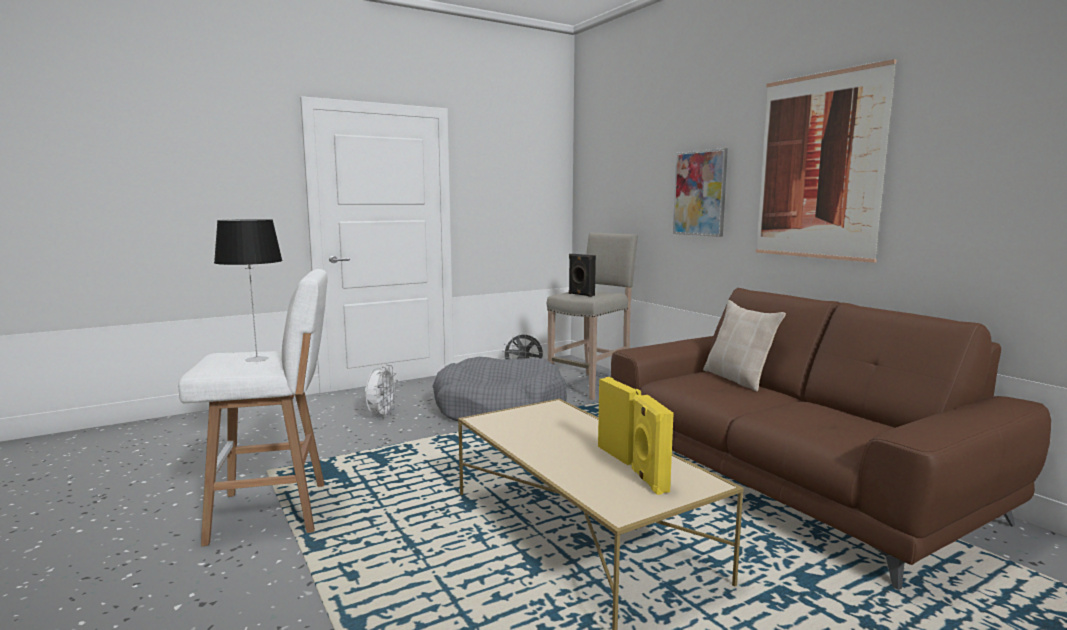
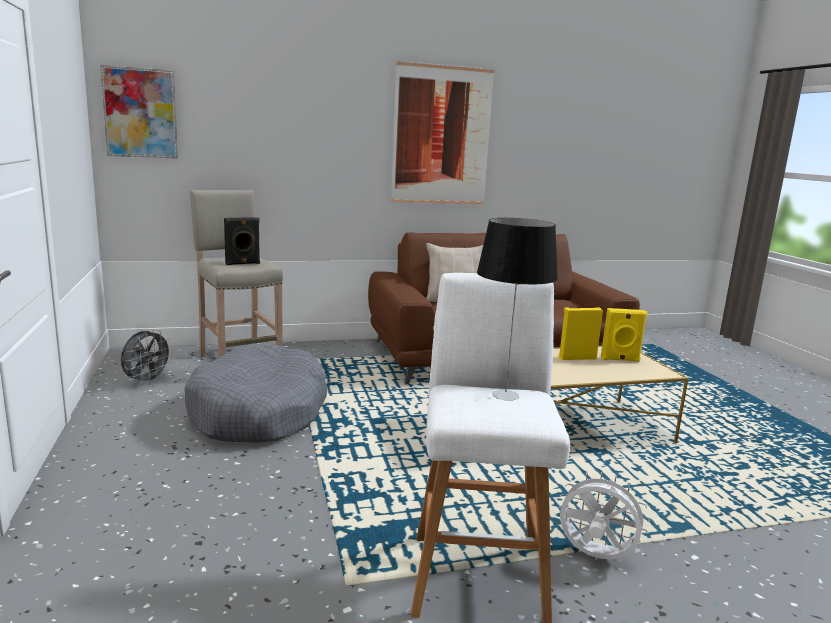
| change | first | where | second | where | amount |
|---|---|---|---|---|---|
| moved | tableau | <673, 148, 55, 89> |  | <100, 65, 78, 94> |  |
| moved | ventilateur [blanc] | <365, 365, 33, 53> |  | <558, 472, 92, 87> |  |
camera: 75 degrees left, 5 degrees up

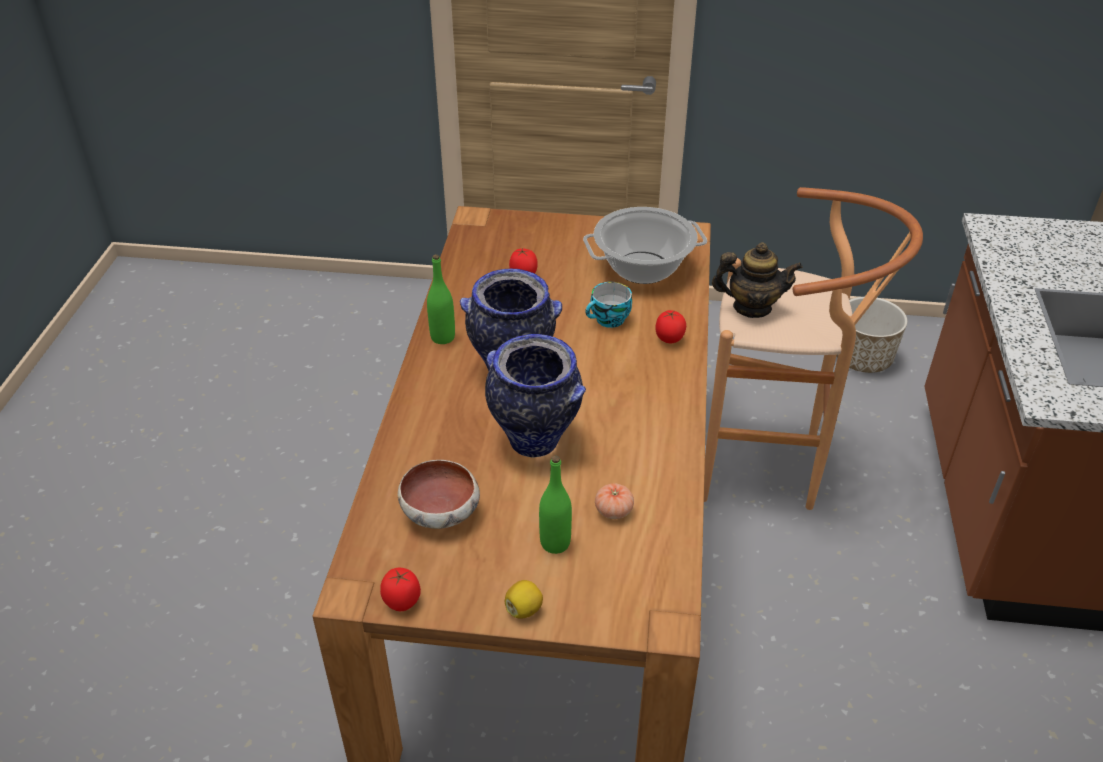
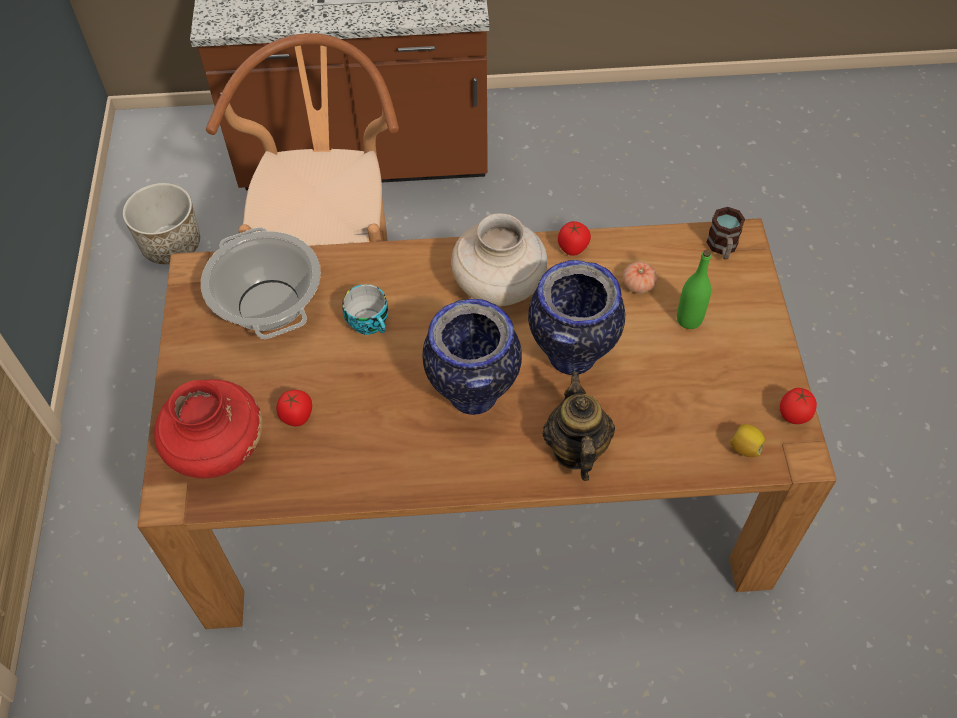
| change | first | where | second | where | amount |
|---|---|---|---|---|---|
| moved | théière | <712, 242, 91, 76> |  | <543, 372, 72, 109> |  |
| removed | bouteille [vert] | <427, 254, 28, 90> |  |  |  |
| moved | tomate | <655, 310, 31, 33> |  | <558, 221, 33, 35> |  |
| removed | bol | <398, 460, 82, 69> |  |  |  |
| moved | citron | <505, 580, 38, 38> |  | <730, 424, 35, 33> |  |
| added |  |  | mug | <706, 207, 39, 53> |  |
| added |  |  | vase [beige] | <451, 213, 96, 93> |  |
| added |  |  | vase [rouge] | <154, 379, 108, 99> |  |
camera: 100 degrees left, 15 degrees up

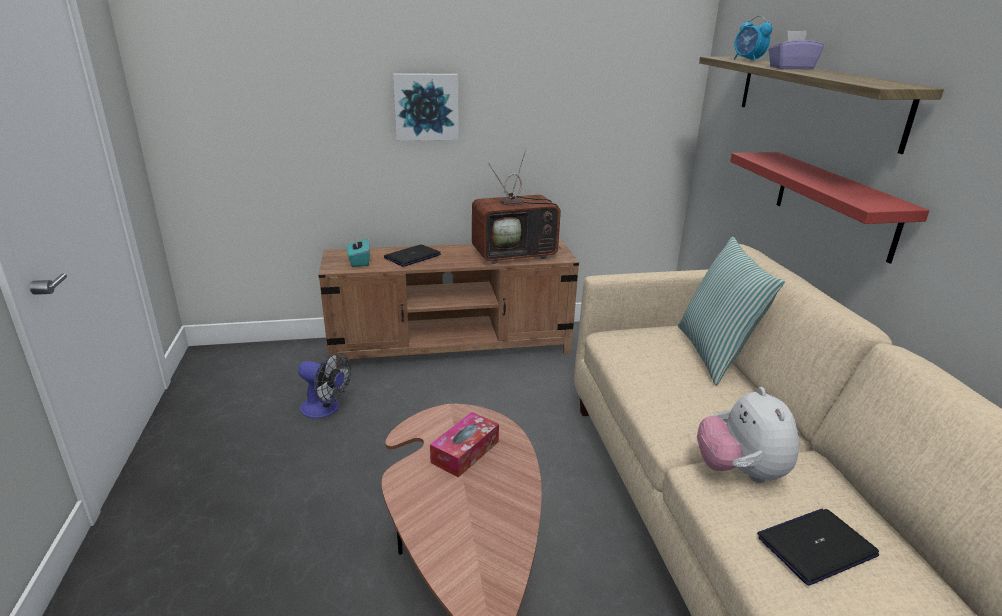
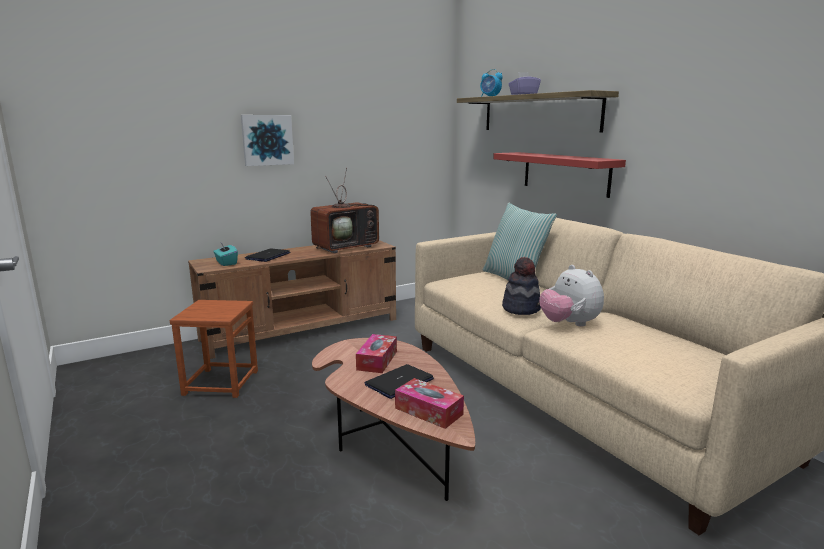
| change | first | where | second | where | amount |
|---|---|---|---|---|---|
| replaced | ventilateur | <298, 353, 53, 65> | tabouret [marron] | <169, 300, 89, 98> |  |
| moved | ordinateur portable | <757, 509, 122, 76> |  | <364, 364, 70, 35> |  |
| added |  |  | chapeau | <502, 257, 39, 58> |  |
| added |  |  | boîte à mouchoirs | <395, 378, 69, 51> |  |
camera: 20 degrees left, 10 degrees down

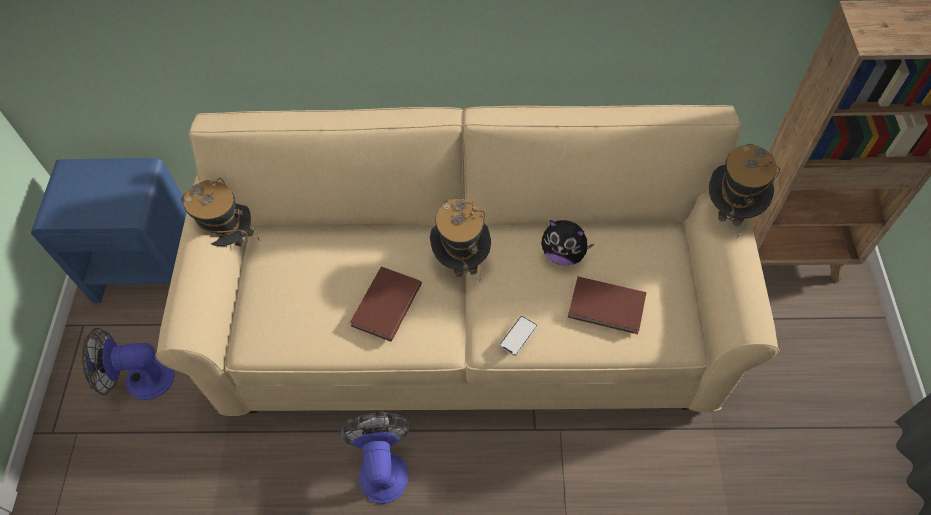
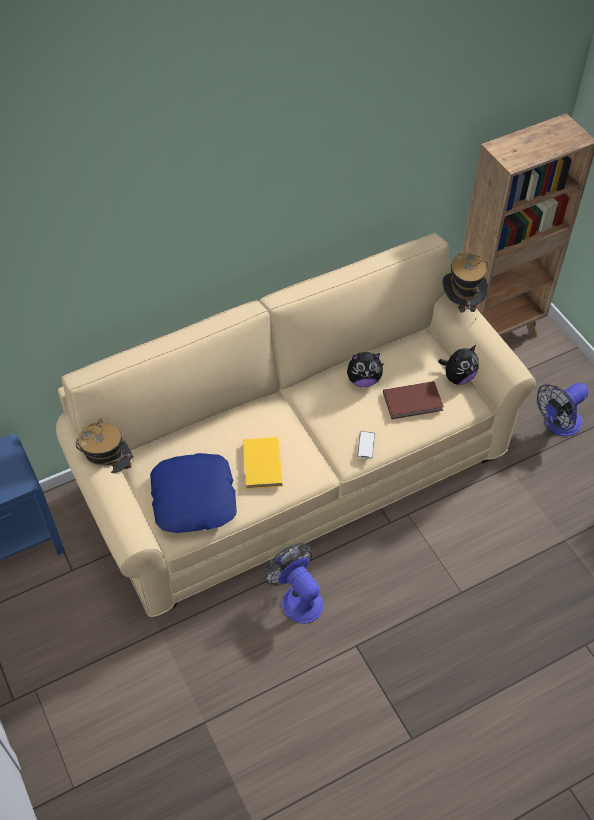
| change | first | where | second | where | amount |
|---|---|---|---|---|---|
| removed | chapeau | <430, 199, 61, 83> |  |  |  |
| recoloured | livre [marron] | <350, 267, 72, 75> | livre [jaune] | <243, 437, 40, 52> |  |
| moved | ventilateur | <82, 328, 93, 72> |  | <537, 383, 52, 53> |  |
| added |  |  | peluche | <438, 345, 41, 40> |  |
| added |  |  | coussin [bleu] | <150, 453, 87, 80> |  |
camera: 30 degrees left, 5 degrees down

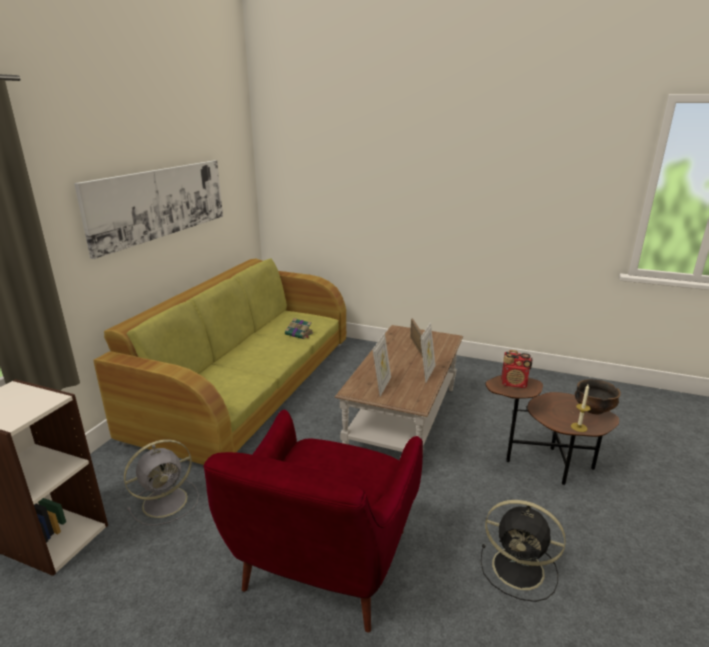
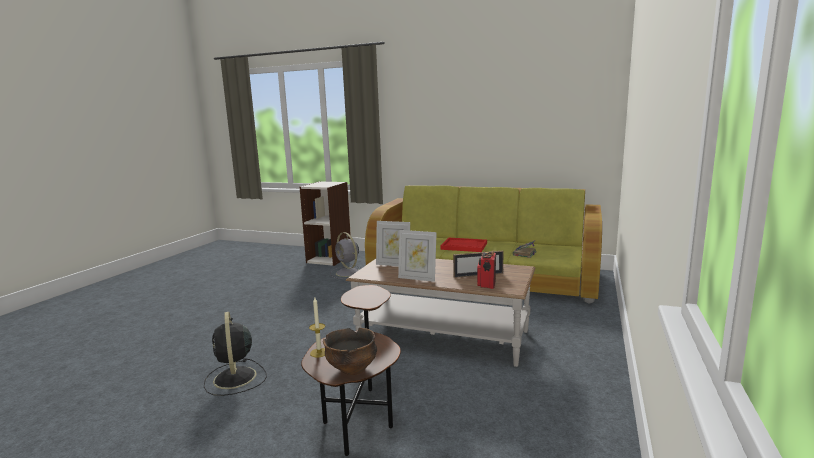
| change | first | where | second | where | amount |
|---|---|---|---|---|---|
| removed | tableau | <74, 160, 149, 99> |  |  |  |
| moved | radio | <501, 350, 32, 38> |  | <477, 251, 19, 38> |  |
| removed | fauteuil [rouge] | <204, 410, 219, 222> |  |  |  |
| turned | ventilateur [noir] | <481, 500, 85, 102> |  | <204, 312, 63, 84> | 45 degrees counterclockwise |
| added |  |  | plateau [rouge] | <440, 238, 47, 14> |  |
camera: 90 degrees right, 10 degrees down

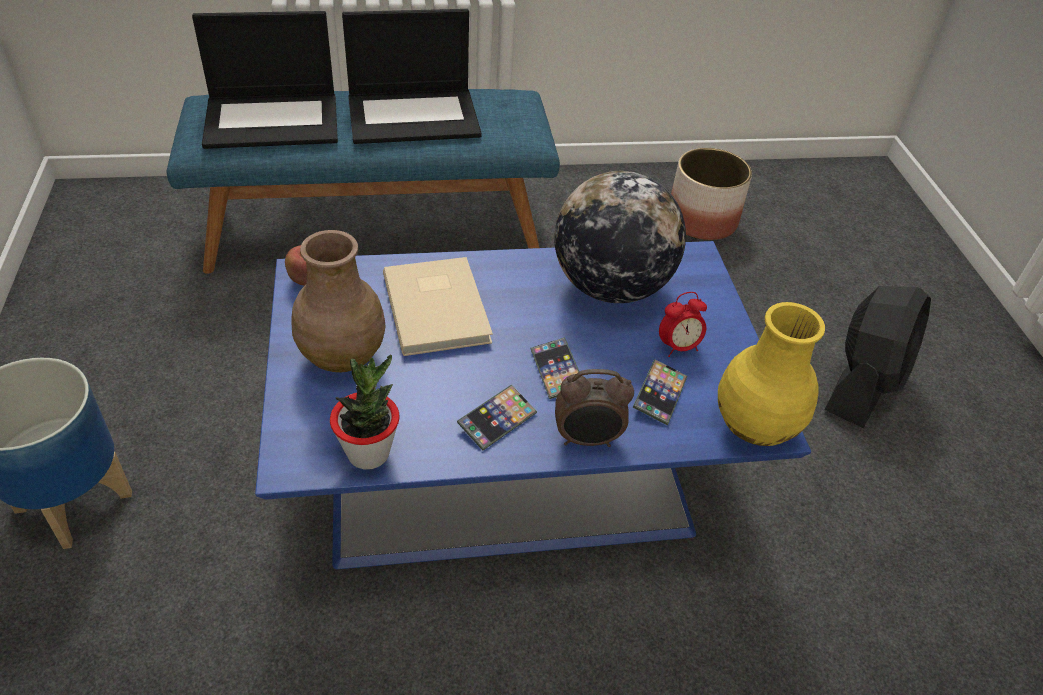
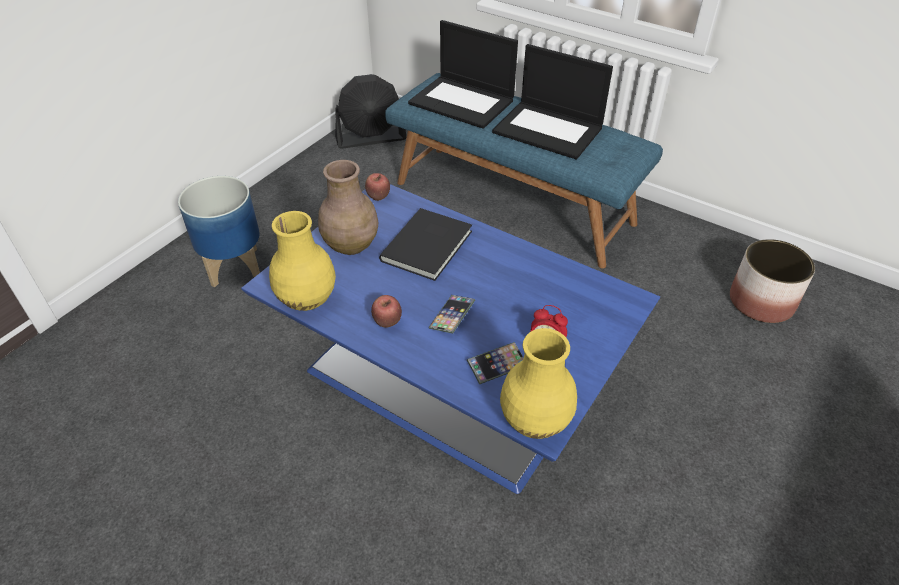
| change | first | where | second | where | amount |
|---|---|---|---|---|---|
| removed | globe | <554, 171, 132, 132> |  |  |  |
| recoloured | livre [beige] | <383, 257, 110, 99> | livre [noir] | <379, 208, 93, 73> |  |
| moved | ventilateur [noir] | <825, 286, 106, 142> |  | <335, 74, 72, 75> |  |
| replaced | plante en pot | <330, 355, 70, 115> | vase [jaune] | <269, 211, 67, 100> |  |
| removed | réveil | <555, 369, 79, 78> |  |  |  |
| replaced | téléphone | <457, 385, 80, 66> | pomme | <371, 295, 31, 32> |  |
camera: 45 degrees right, 0 degrees up

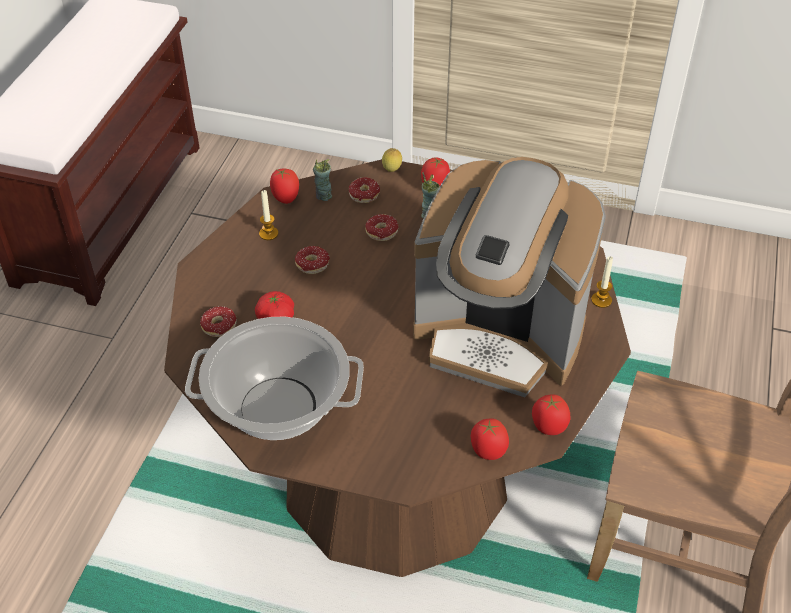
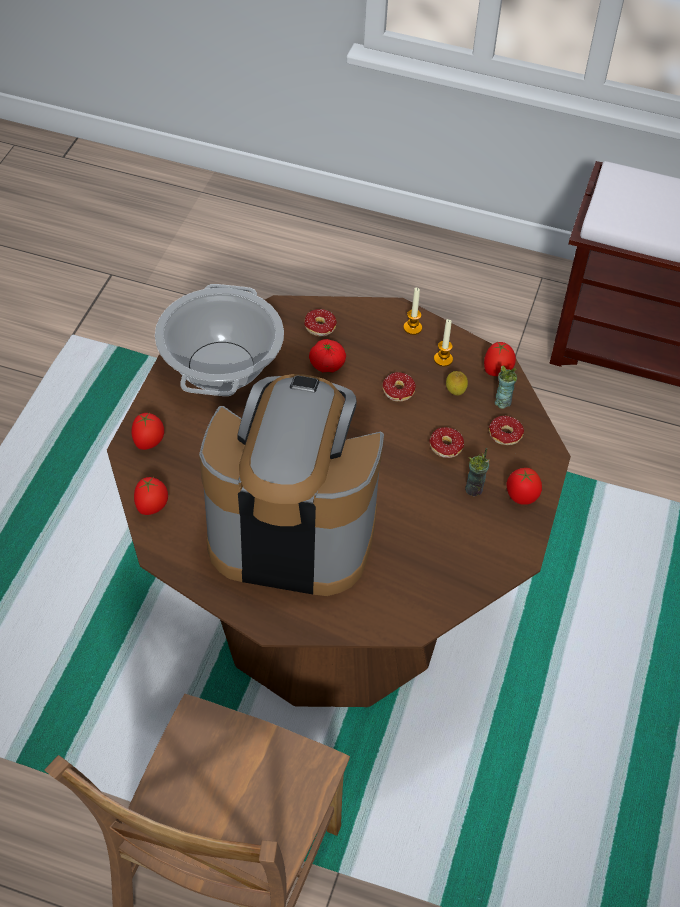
| change | first | where | second | where | amount |
|---|---|---|---|---|---|
| moved | citron | <382, 148, 20, 24> |  | <446, 371, 22, 25> |  |
| turned | machine à café | <413, 157, 193, 240> |  | <199, 374, 185, 222> | 75 degrees clockwise |
| moved | bougie | <591, 256, 22, 52> |  | <403, 288, 19, 47> |  |
| moved | tomate | <532, 394, 38, 41> |  | <132, 413, 32, 37> |  |
camera: 90 degrees right, 5 degrees up

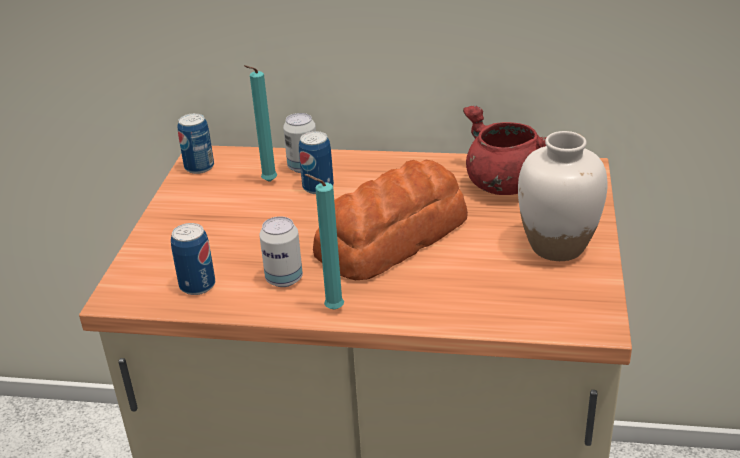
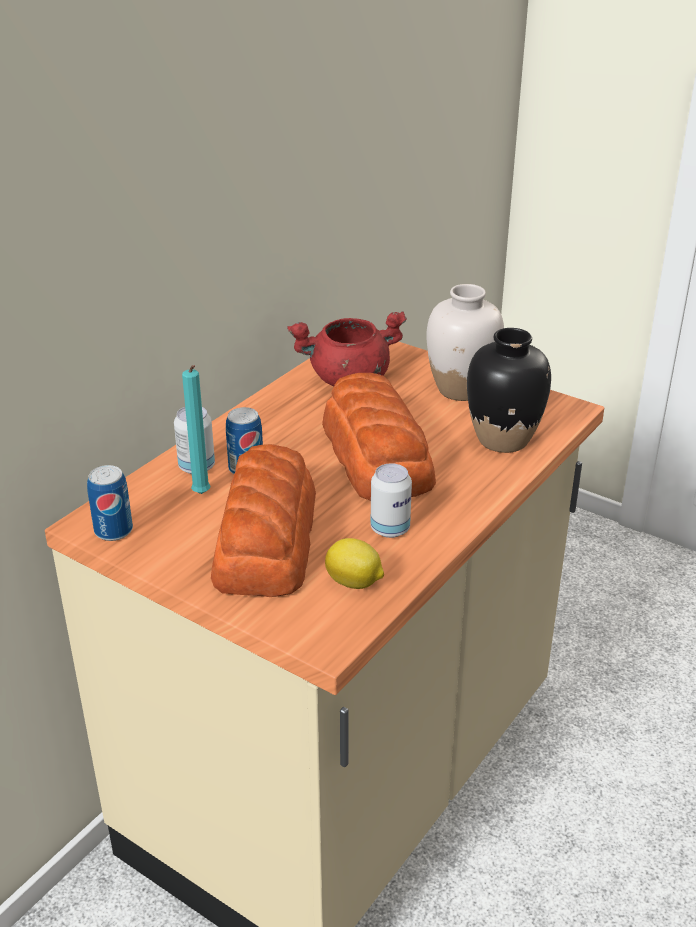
| change | first | where | second | where | amount |
|---|---|---|---|---|---|
| removed | bougie [turquoise] | <305, 174, 39, 136> |  |  |  |
| replaced | boîte métallique | <171, 223, 44, 72> | citron | <325, 538, 59, 51> |  |
| added |  |  | vase [noir] | <467, 328, 84, 125> |  |
| added |  |  | pain | <211, 444, 105, 153> |  |
camera: 65 degrees left, 0 degrees up

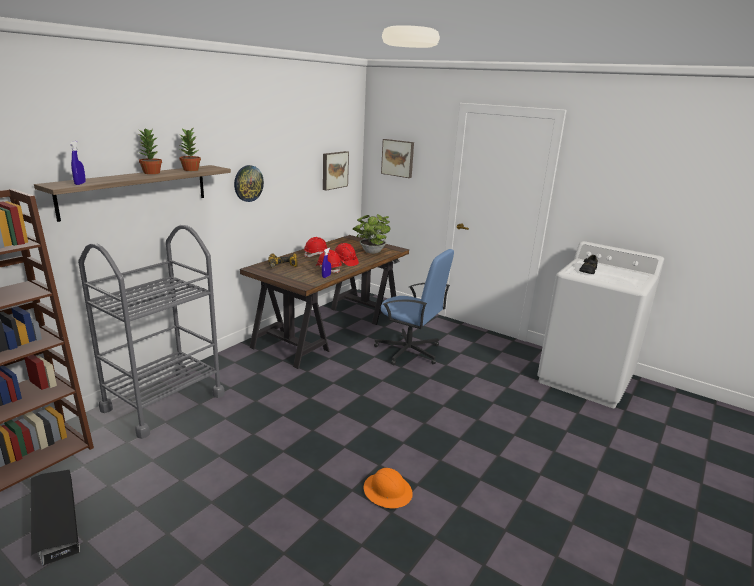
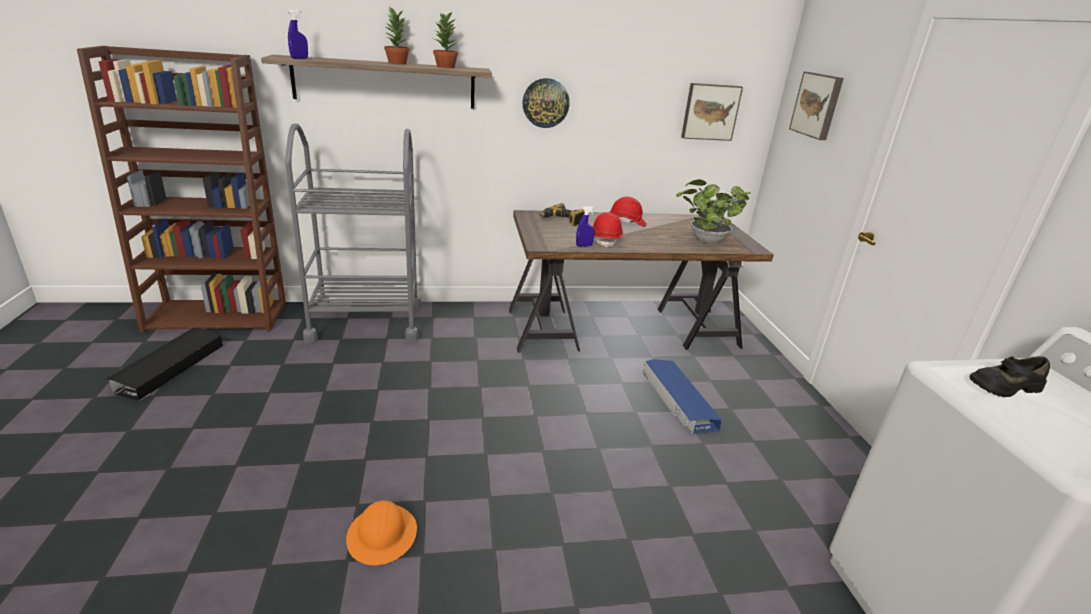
| change | first | where | second | where | amount |
|---|---|---|---|---|---|
| removed | casque de chantier [rouge] | <335, 243, 24, 23> |  |  |  |
| replaced | chaise de bureau [bleu] | <374, 249, 80, 116> | boîte de rangement [bleu] | <643, 359, 79, 75> |  |
camera: 45 degrees right, 5 degrees up

